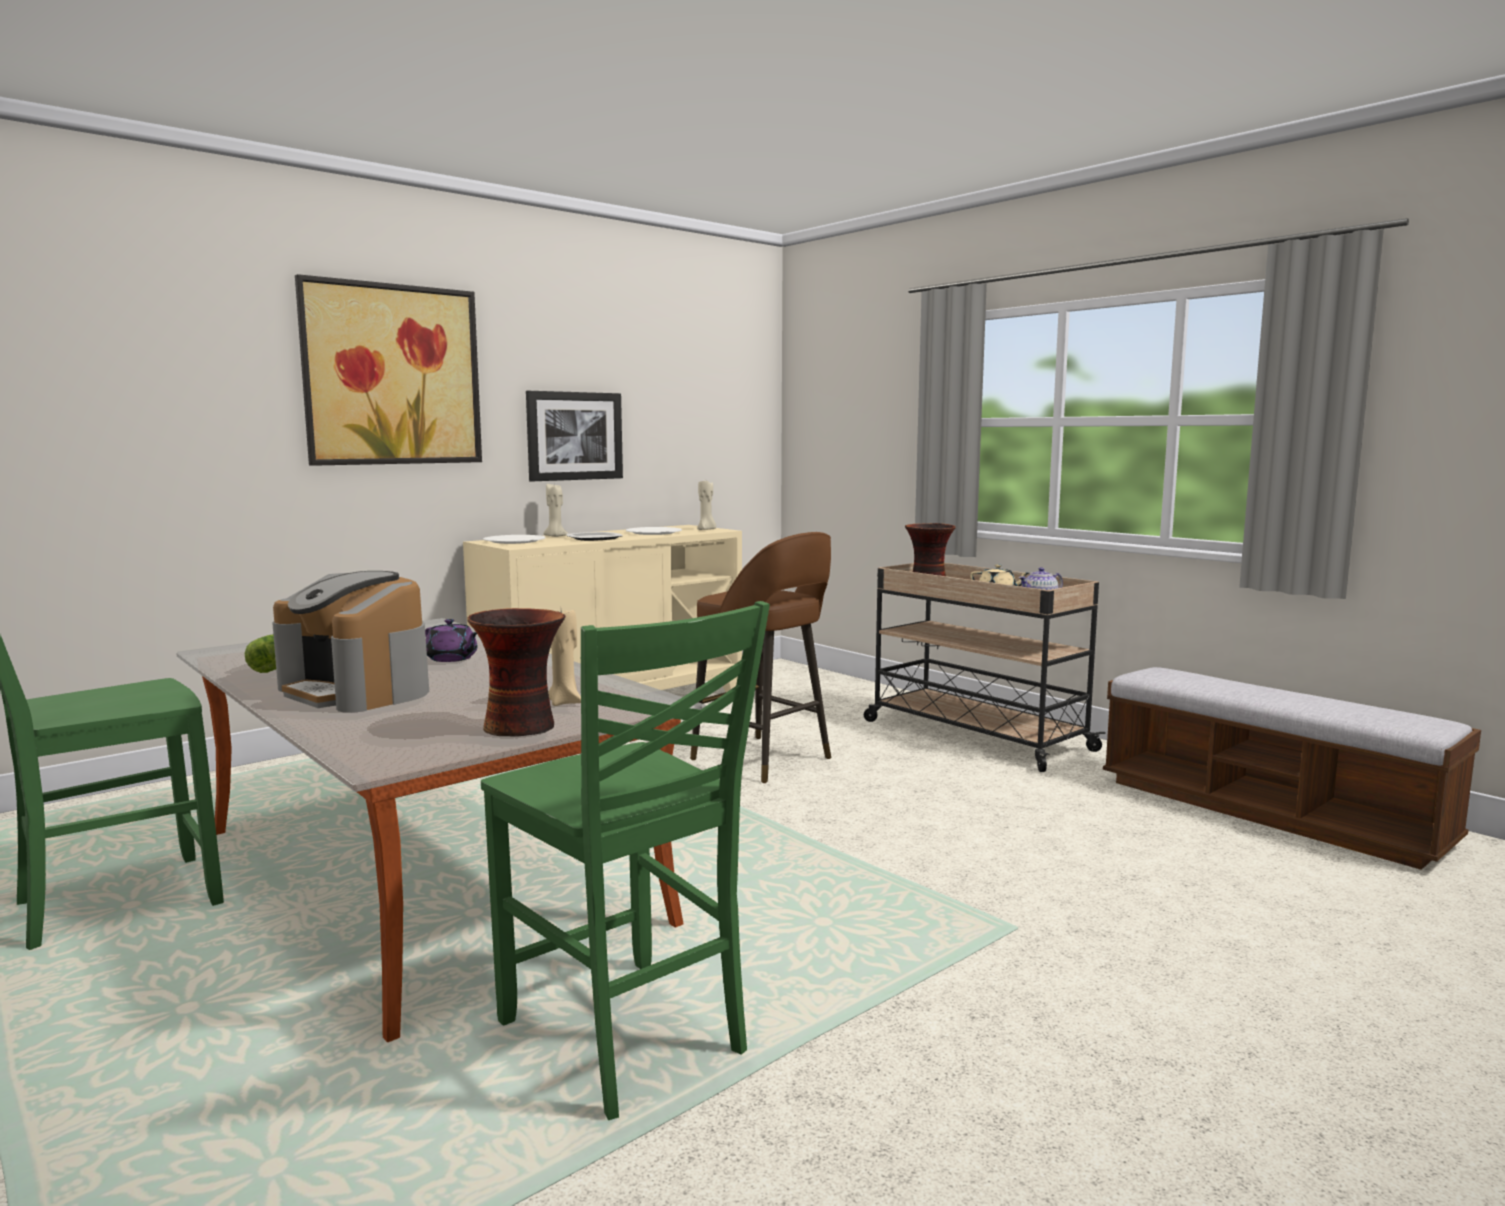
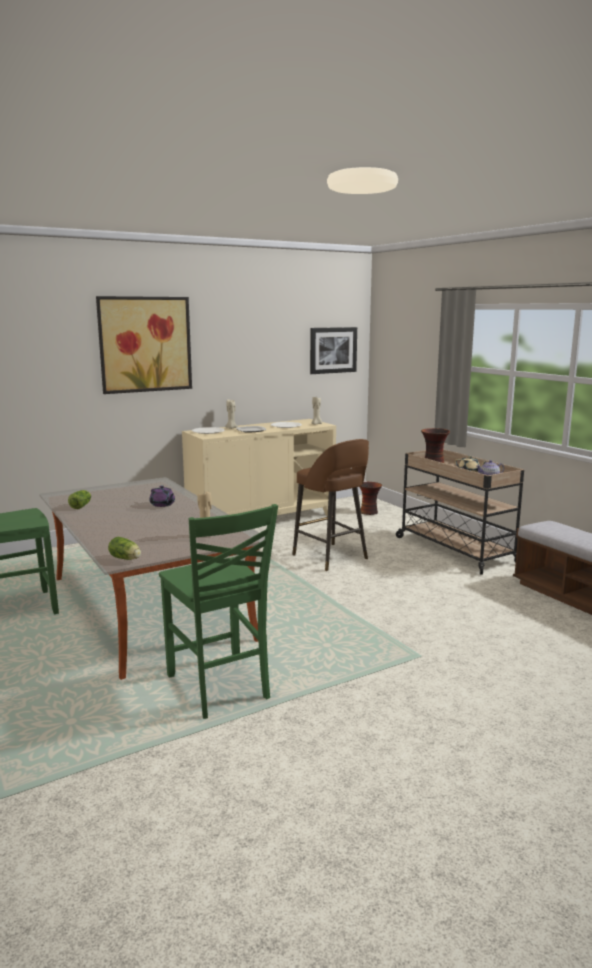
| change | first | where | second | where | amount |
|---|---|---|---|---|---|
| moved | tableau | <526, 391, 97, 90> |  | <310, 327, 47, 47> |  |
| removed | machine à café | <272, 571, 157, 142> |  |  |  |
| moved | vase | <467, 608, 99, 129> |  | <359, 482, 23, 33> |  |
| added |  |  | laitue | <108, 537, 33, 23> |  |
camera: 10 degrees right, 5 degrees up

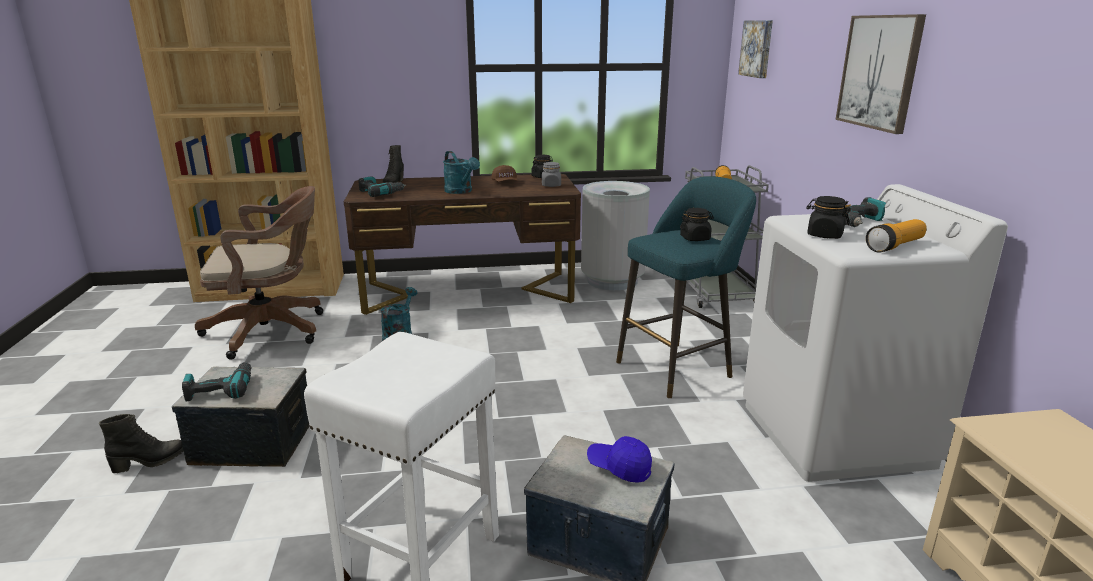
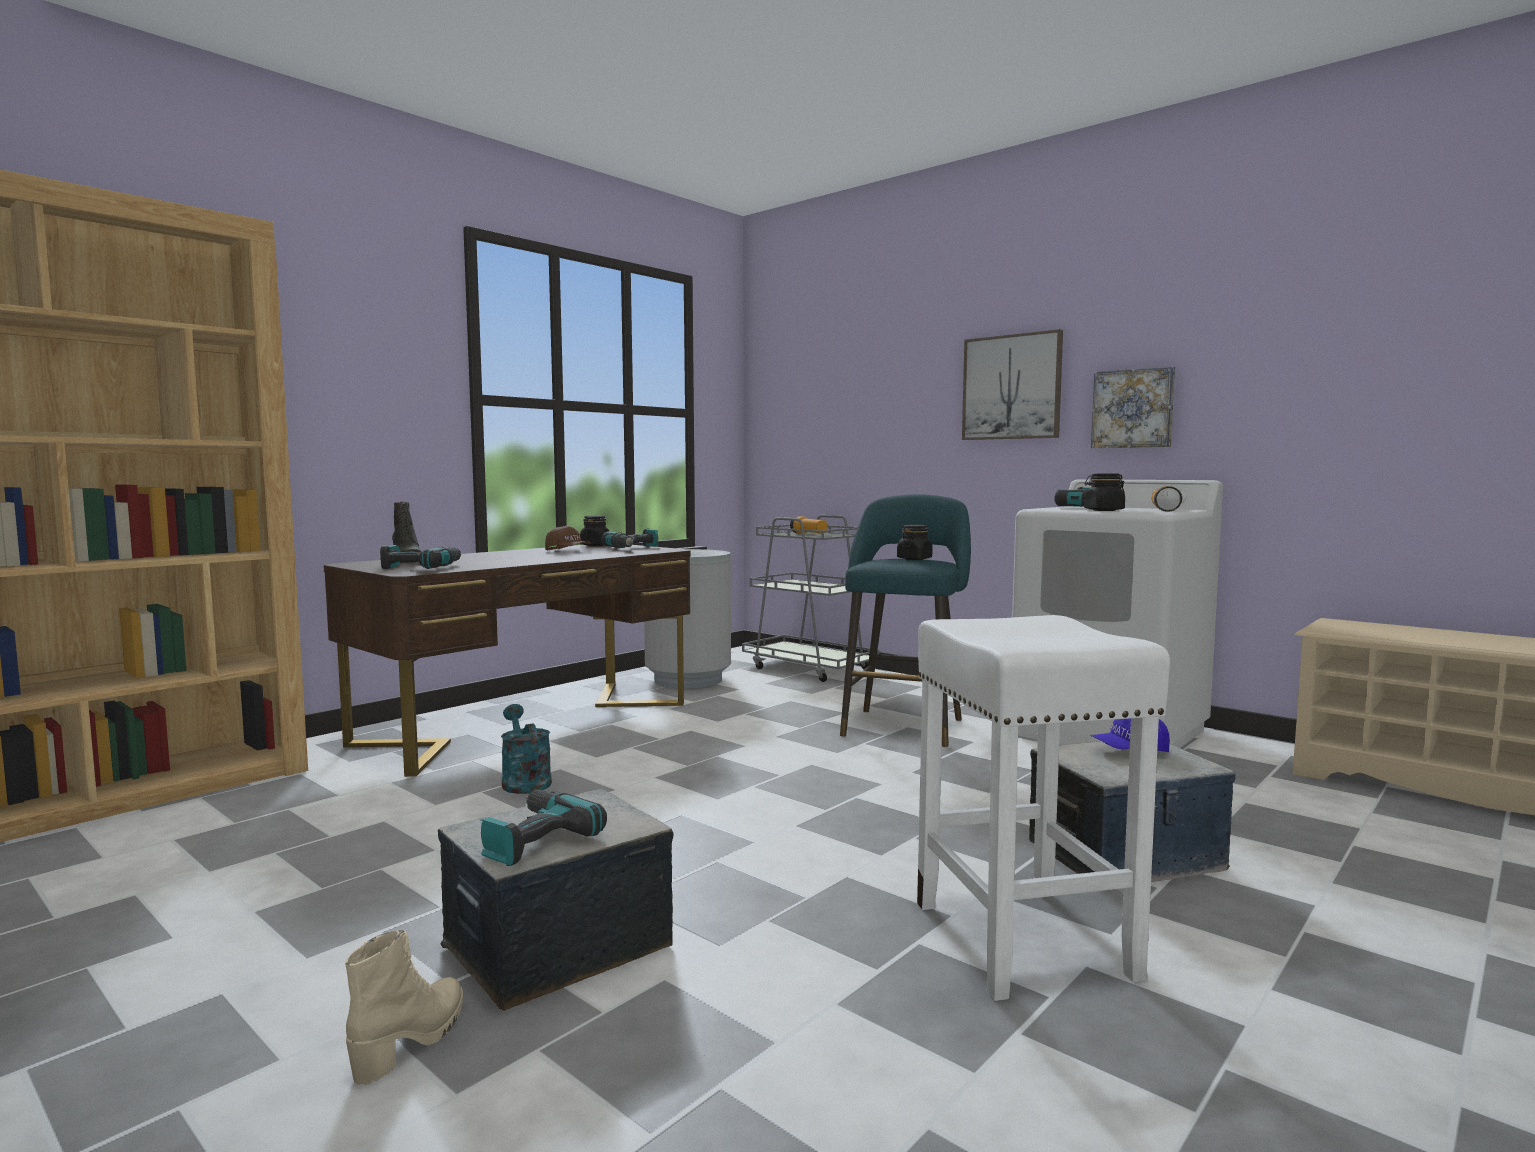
| change | first | where | second | where | amount |
|---|---|---|---|---|---|
| moved | tableau | <738, 20, 35, 58> |  | <1091, 366, 84, 82> |  |
| removed | arrosoir [turquoise] | <443, 151, 37, 43> |  |  |  |
| replaced | bocal [gris] | <542, 162, 19, 25> | perceuse | <601, 528, 58, 20> |  |
| removed | chaise de bureau [marron] | <195, 186, 128, 174> |  |  |  |
| recoloured | botte [noir] | <99, 414, 85, 59> | botte [beige] | <345, 930, 118, 155> |  |
camera: 40 degrees left, 15 degrees down

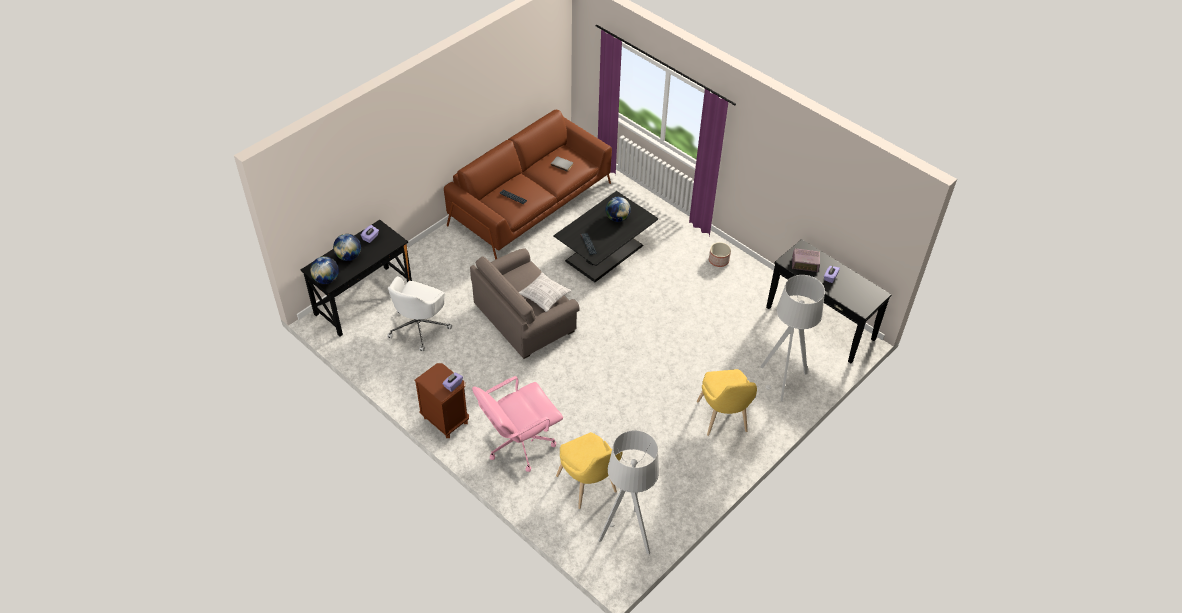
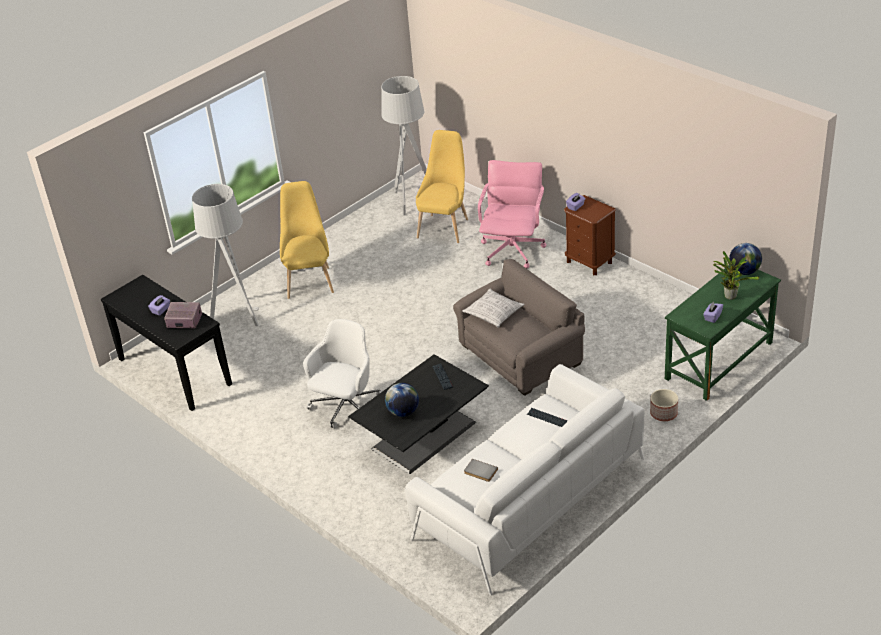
| change | first | where | second | where | amount |
|---|---|---|---|---|---|
| recoloured | canapé [marron] | <444, 110, 168, 150> | canapé [blanc] | <405, 364, 240, 231> |  |
| recoloured | bureau [noir] | <301, 220, 111, 117> | bureau [vert] | <665, 266, 116, 135> |  |
| replaced | globe | <333, 234, 28, 27> | plante en pot | <713, 251, 46, 49> |  |
| moved | cache-pot | <709, 242, 22, 25> |  | <650, 389, 28, 32> |  |
| moved | chaise de bureau [blanc] | <387, 276, 65, 75> |  | <303, 319, 79, 109> |  |
| turned | chaise de bureau [rose] | <472, 376, 91, 96> |  | <478, 160, 69, 108> | 45 degrees counterclockwise |
| turned | chaise [jaune] | <556, 432, 67, 77> |  | <416, 130, 52, 113> | 45 degrees clockwise |
camera: 175 degrees left, 10 degrees down

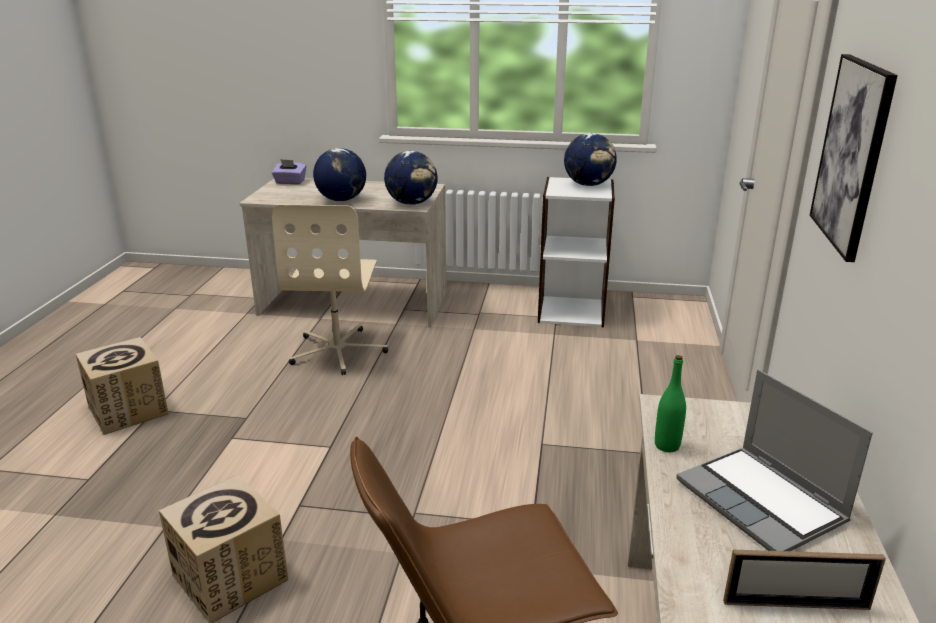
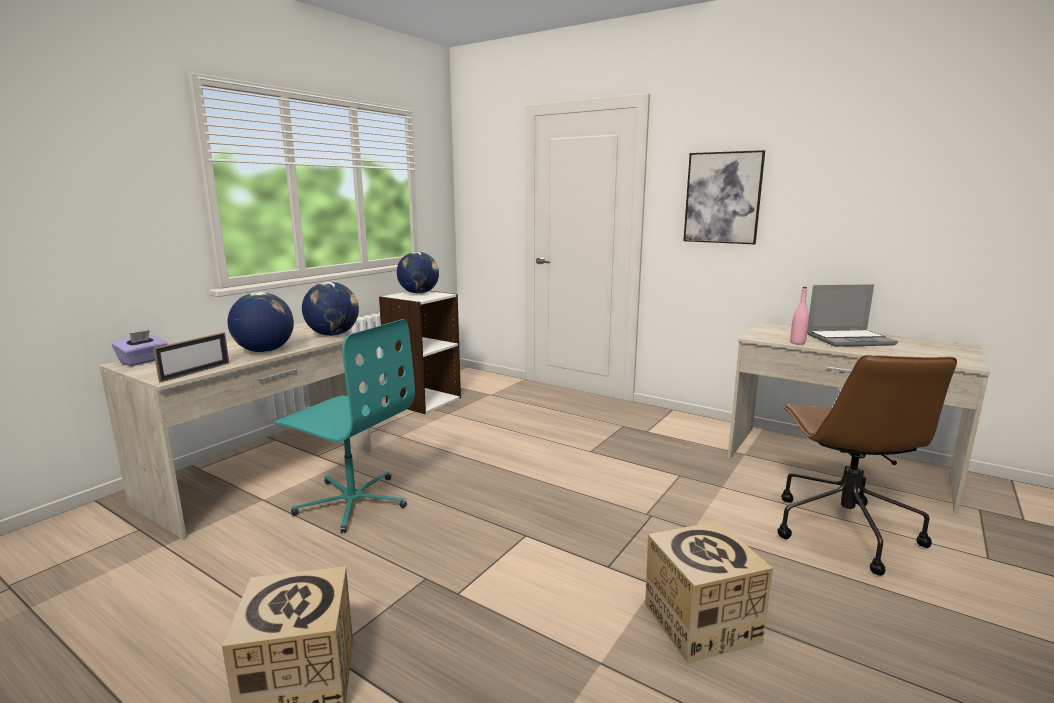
| change | first | where | second | where | amount |
|---|---|---|---|---|---|
| recoloured | chaise de bureau [beige] | <272, 205, 116, 170> | chaise de bureau [turquoise] | <275, 319, 140, 214> |  |
| recoloured | bouteille [vert] | <655, 355, 31, 97> | bouteille [rose] | <790, 287, 19, 58> |  |
| moved | cadre photo | <723, 550, 163, 60> |  | <153, 332, 77, 51> |  |
camera: 65 degrees left, 10 degrees down

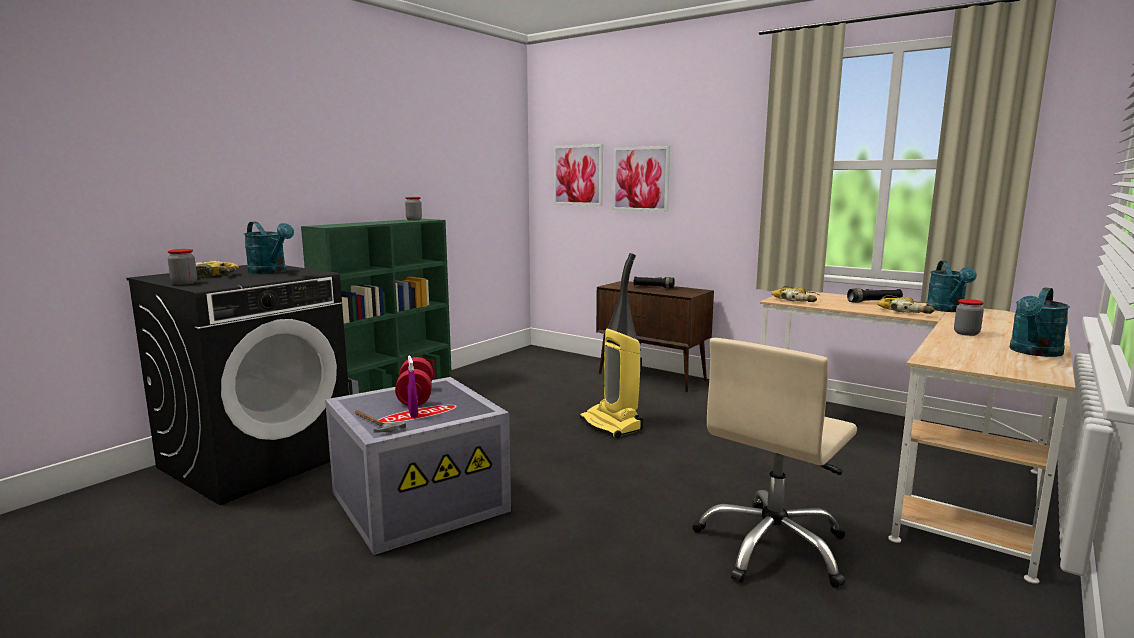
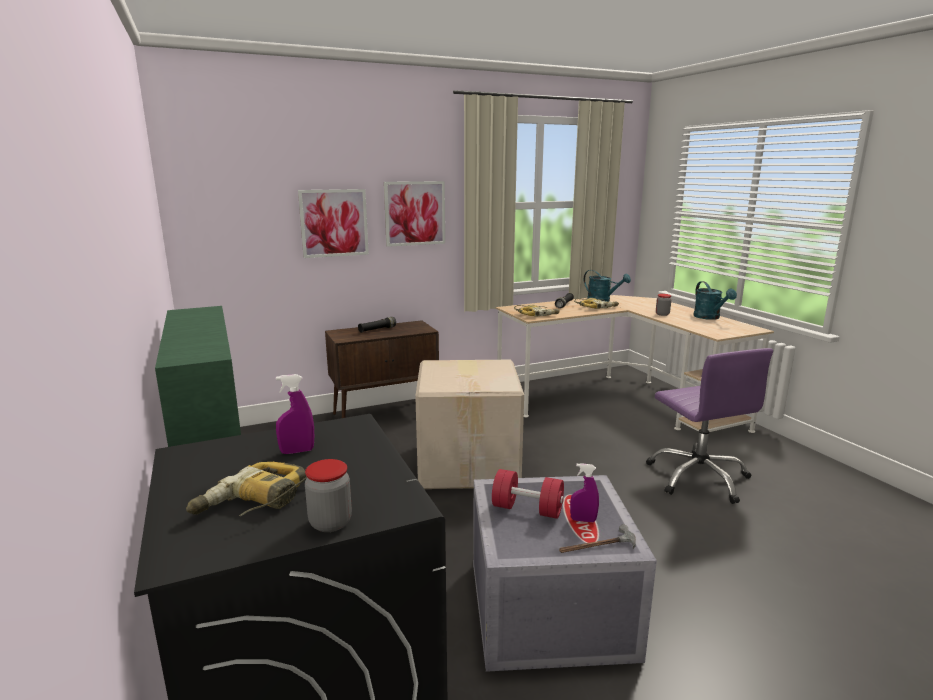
| change | first | where | second | where | amount |
|---|---|---|---|---|---|
| moved | tableau | <553, 144, 50, 62> |  | <384, 181, 61, 66> |  |
| removed | bocal | <405, 197, 17, 23> |  |  |  |
| replaced | arrosoir [turquoise] | <244, 221, 50, 53> | vaporisateur [violet] | <276, 374, 38, 80> |  |
| replaced | aspirateur | <580, 253, 63, 185> | carton | <415, 360, 109, 129> |  |
| recoloured | chaise de bureau [beige] | <692, 338, 165, 250> | chaise de bureau [violet] | <646, 348, 127, 156> |  |
camera: 60 degrees left, 5 degrees up

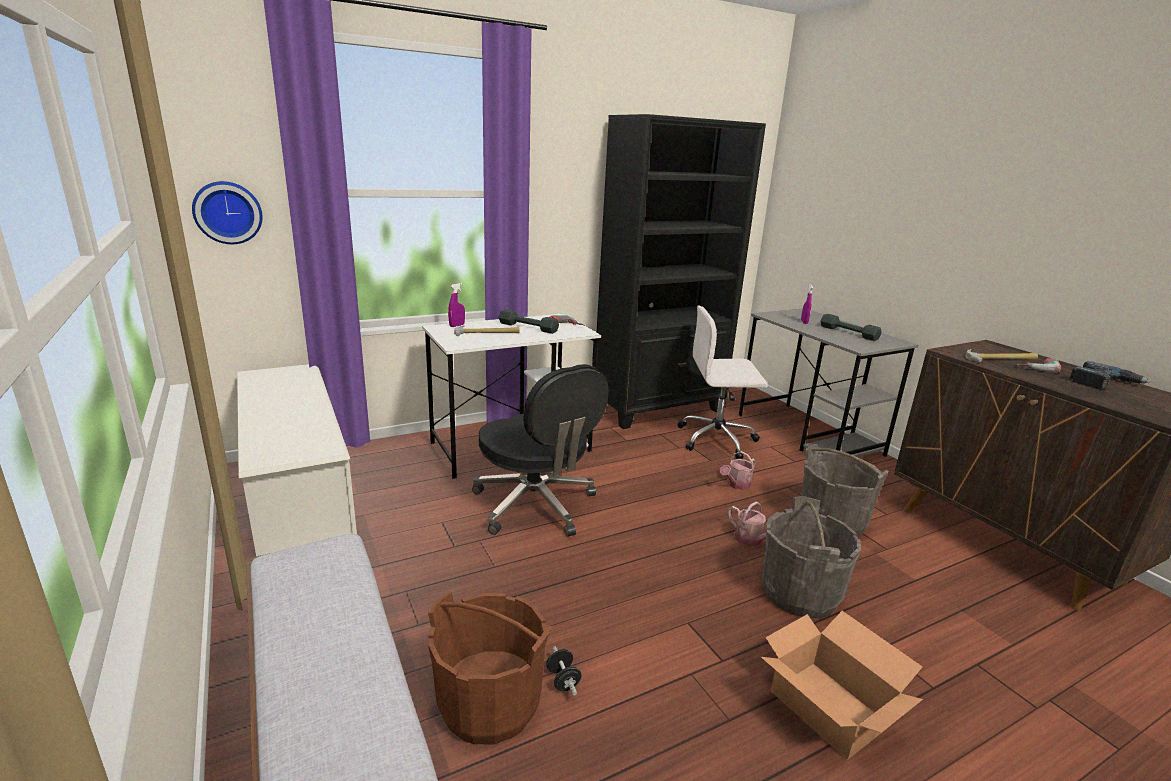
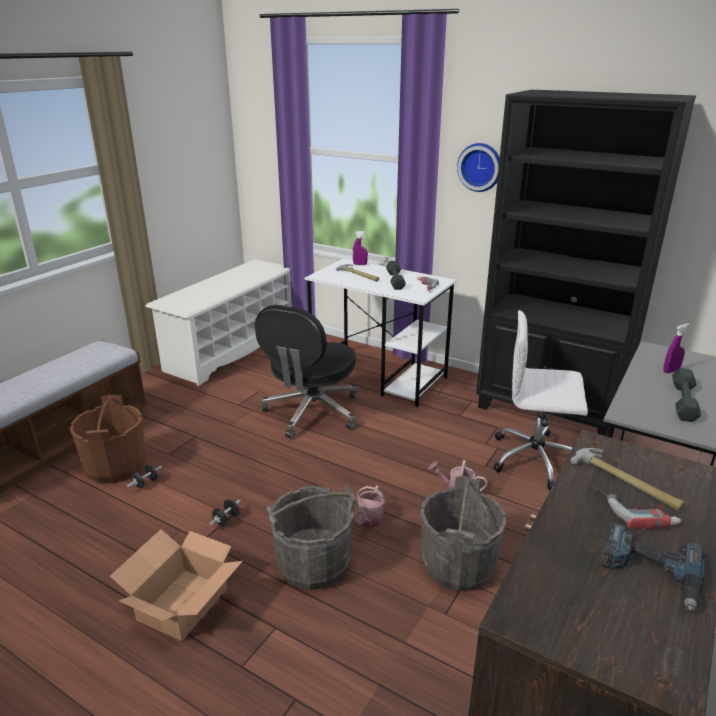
| change | first | where | second | where | amount |
|---|---|---|---|---|---|
| moved | horloge murale | <192, 181, 71, 63> |  | <457, 143, 43, 49> |  |
| turned | chaise de bureau [blanc] | <678, 305, 90, 154> |  | <493, 310, 95, 180> | 45 degrees counterclockwise |
| added |  |  | haltère [noir] | <209, 499, 32, 27> |  |
camera: 60 degrees right, 5 degrees up

